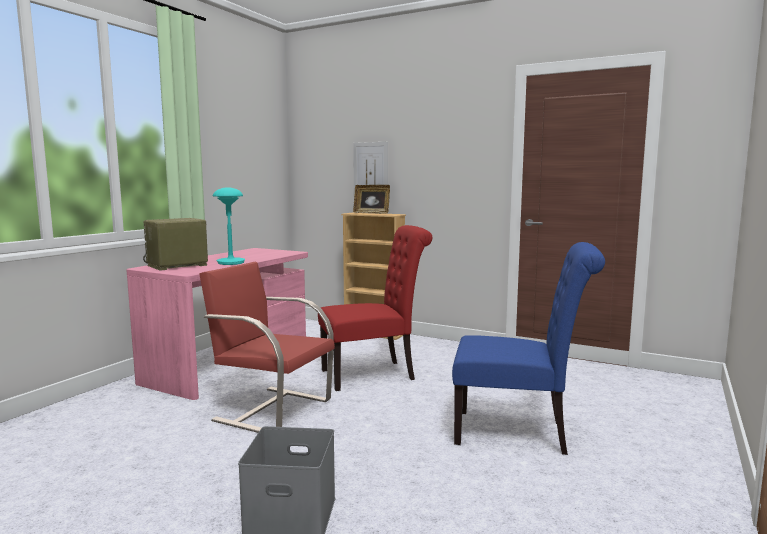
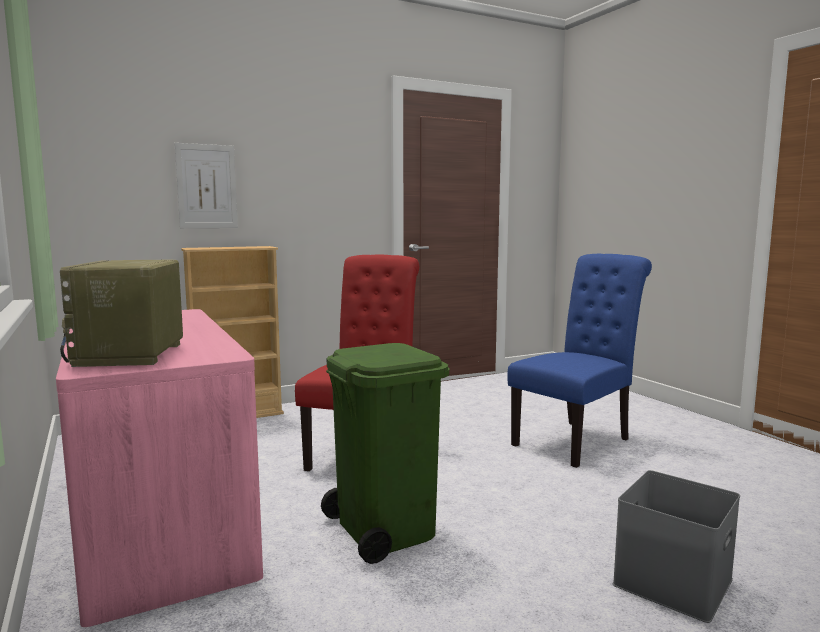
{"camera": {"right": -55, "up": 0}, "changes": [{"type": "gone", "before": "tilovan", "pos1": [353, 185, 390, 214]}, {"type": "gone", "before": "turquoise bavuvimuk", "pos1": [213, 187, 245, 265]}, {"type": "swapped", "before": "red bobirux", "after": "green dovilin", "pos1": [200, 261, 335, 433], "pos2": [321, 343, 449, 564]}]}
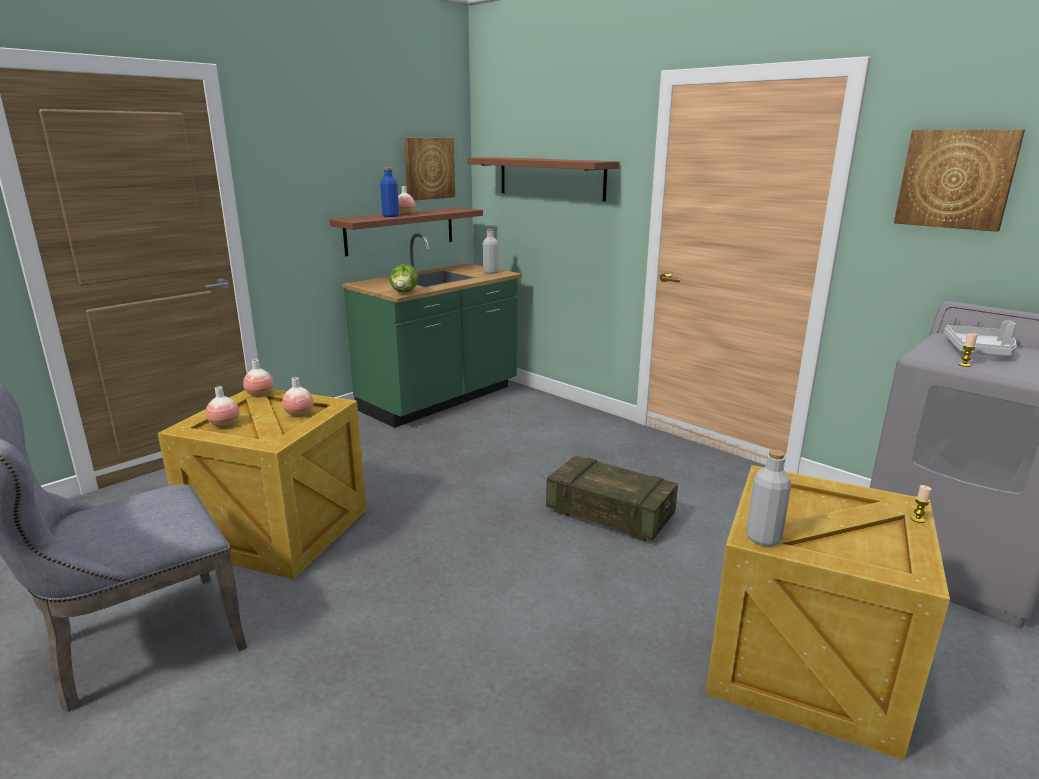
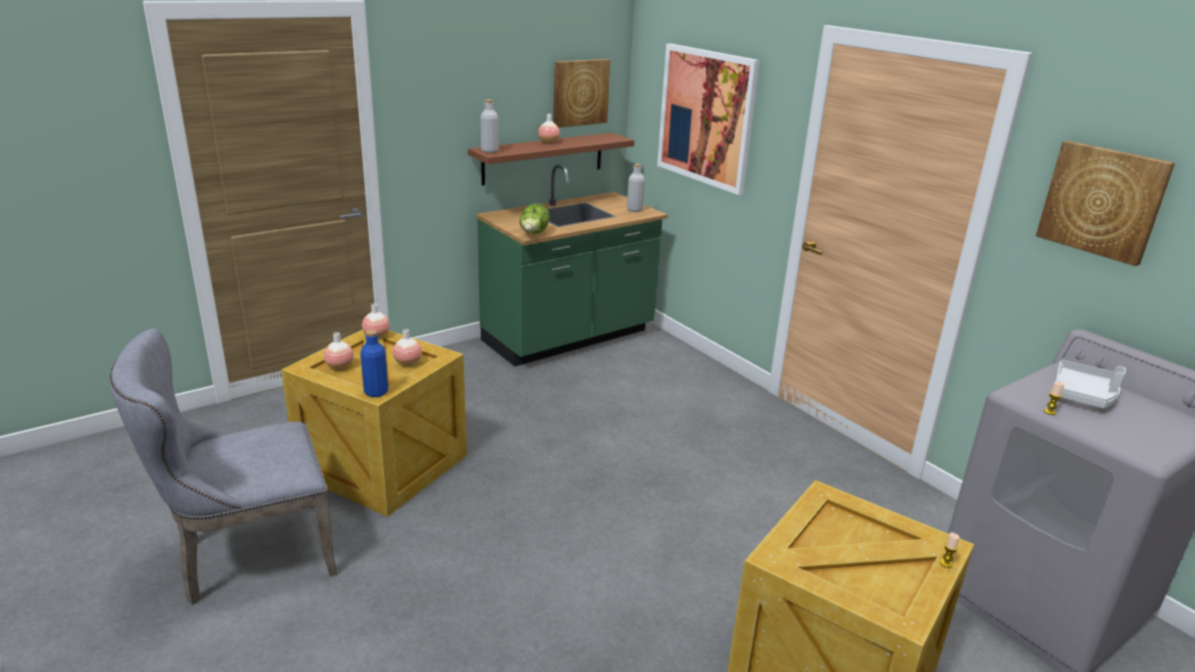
{"camera": {"right": 10, "up": 5}, "changes": [{"type": "swapped", "before": "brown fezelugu", "after": "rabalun", "pos1": [467, 157, 620, 202], "pos2": [657, 44, 760, 195]}, {"type": "shifted", "before": "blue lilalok", "pos1": [380, 168, 399, 217], "pos2": [360, 330, 388, 397]}, {"type": "shifted", "before": "grey lilalok", "pos1": [746, 449, 791, 546], "pos2": [480, 100, 499, 153]}, {"type": "gone", "before": "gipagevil", "pos1": [546, 455, 678, 541]}]}
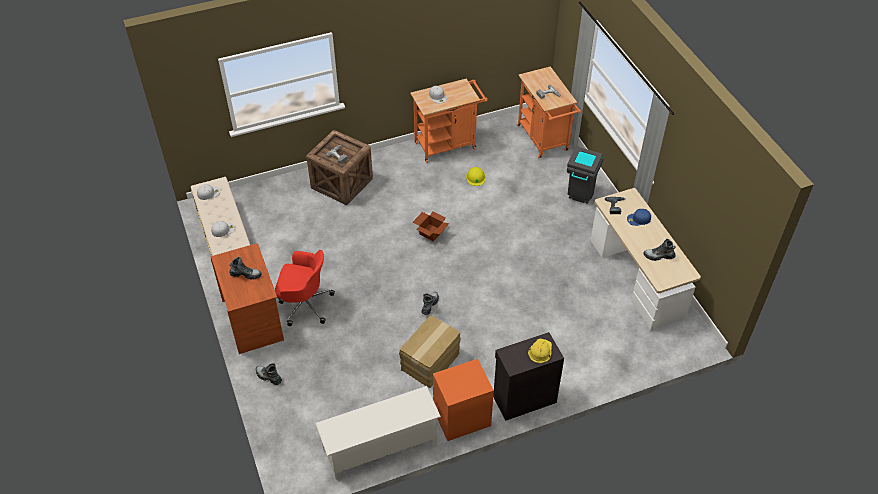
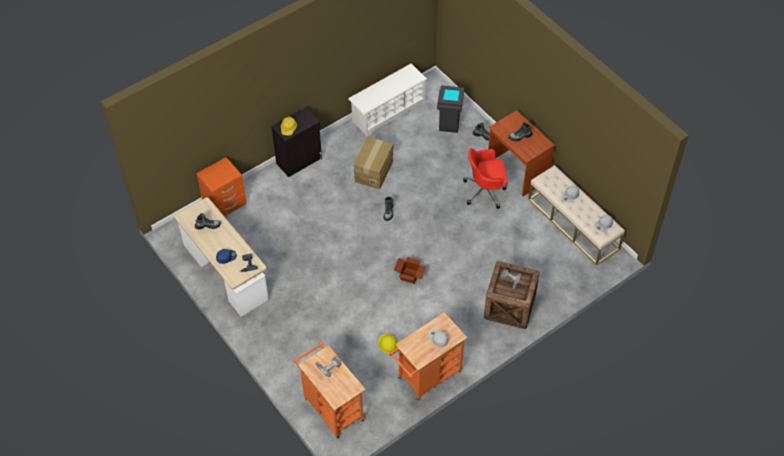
{"camera": {"right": 165, "up": 5}, "changes": [{"type": "shifted", "before": "grey dovilin", "pos1": [567, 146, 604, 204], "pos2": [437, 85, 464, 133]}, {"type": "shifted", "before": "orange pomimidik", "pos1": [433, 359, 494, 441], "pos2": [196, 157, 246, 217]}]}
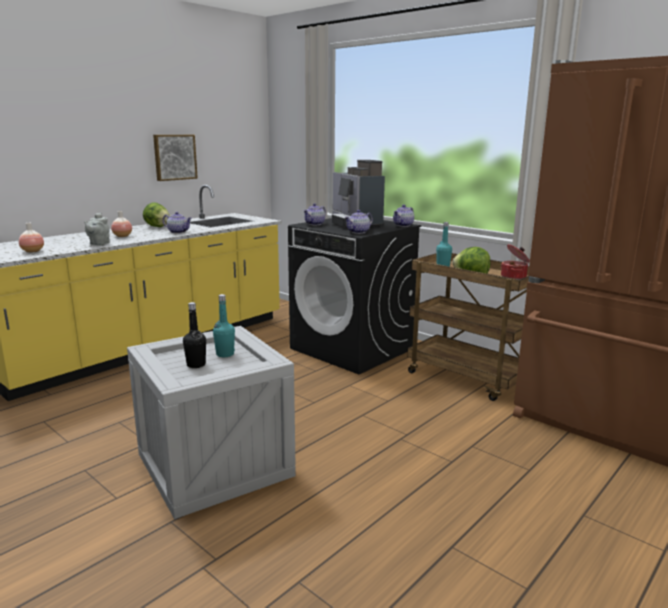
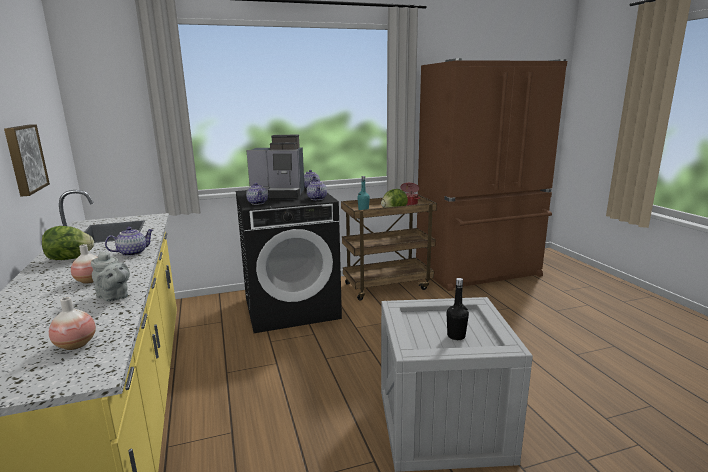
{"camera": {"right": -60, "up": 0}, "changes": [{"type": "gone", "before": "turquoise lilalok", "pos1": [213, 294, 235, 357]}]}
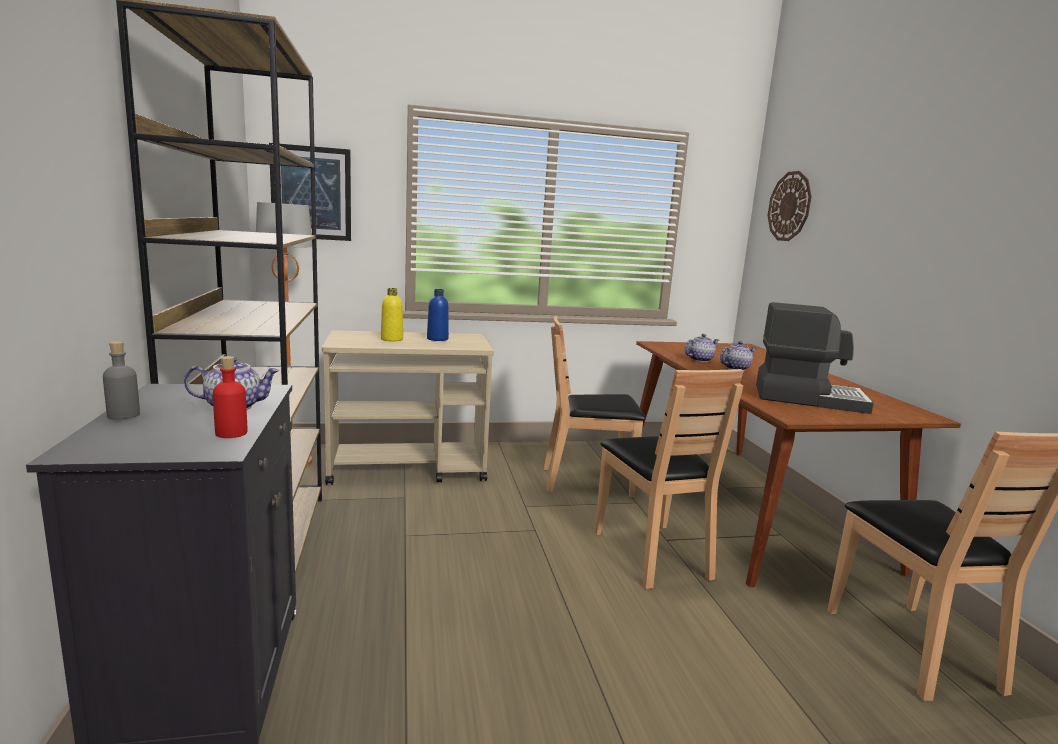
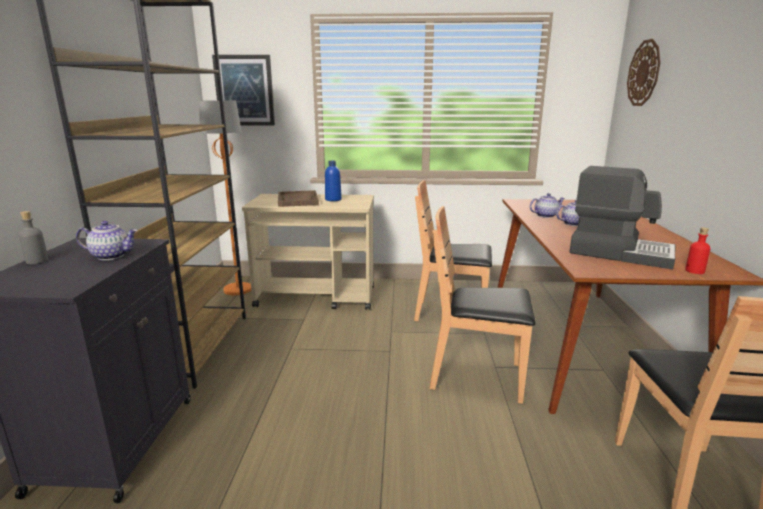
{"camera": {"right": 15, "up": 5}, "changes": [{"type": "swapped", "before": "yellow lilalok", "after": "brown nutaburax", "pos1": [381, 288, 403, 342], "pos2": [278, 190, 319, 207]}, {"type": "shifted", "before": "red lilalok", "pos1": [213, 356, 247, 438], "pos2": [685, 227, 711, 274]}, {"type": "rotated", "before": "brown bobirux", "pos1": [595, 369, 744, 589], "pos2": [430, 206, 535, 404], "turn": 105}]}
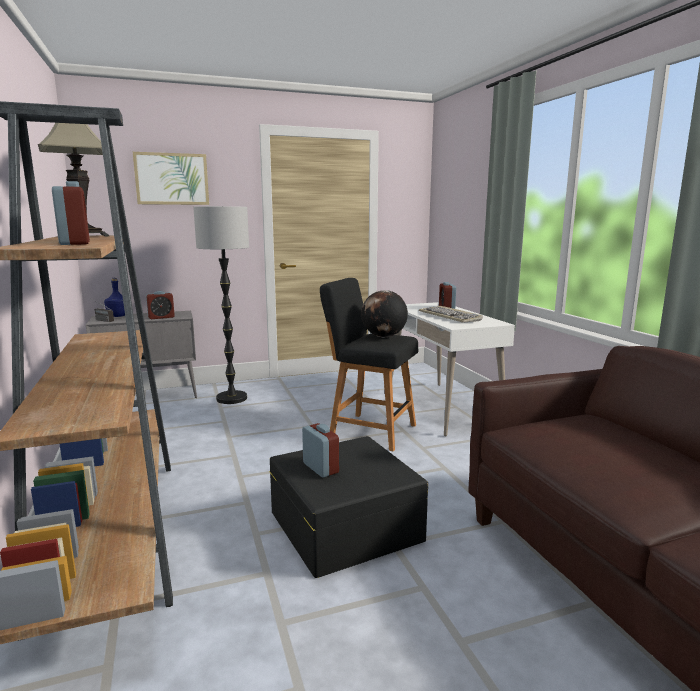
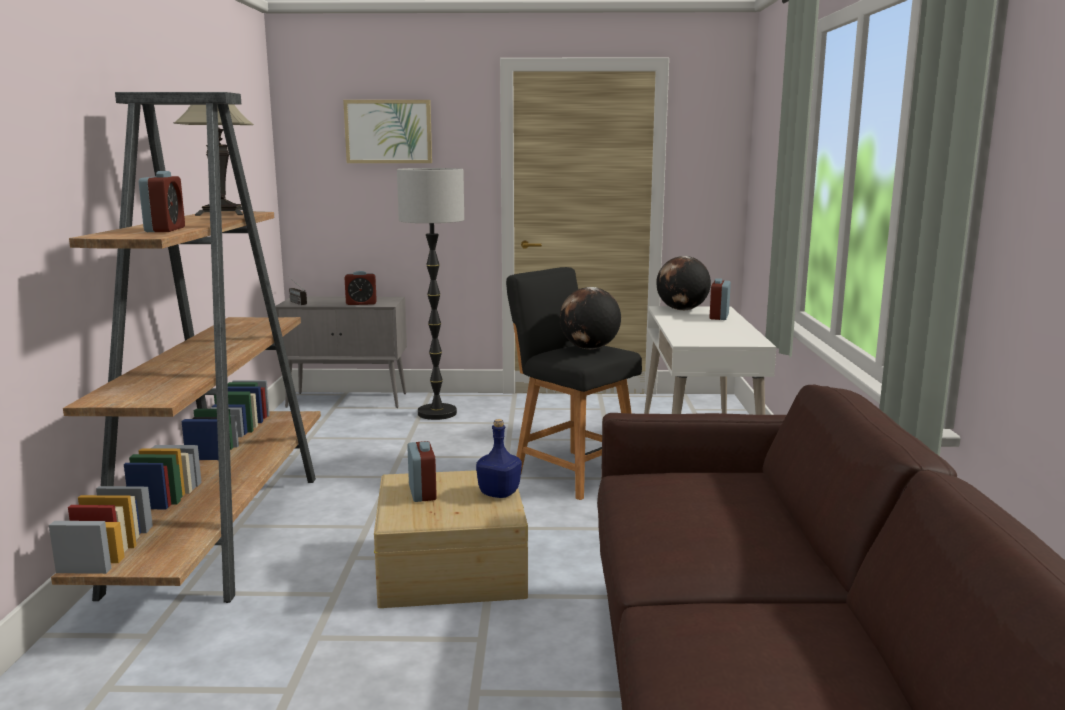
{"camera": {"right": 20, "up": 0}, "changes": [{"type": "shifted", "before": "blue lilalok", "pos1": [104, 278, 125, 317], "pos2": [476, 419, 522, 498]}, {"type": "gone", "before": "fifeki", "pos1": [419, 306, 483, 323]}, {"type": "repainted", "before": "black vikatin", "after": "beige vikatin", "pos1": [269, 436, 428, 578], "pos2": [374, 470, 528, 608]}, {"type": "new", "after": "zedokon", "pos2": [656, 256, 711, 310]}]}
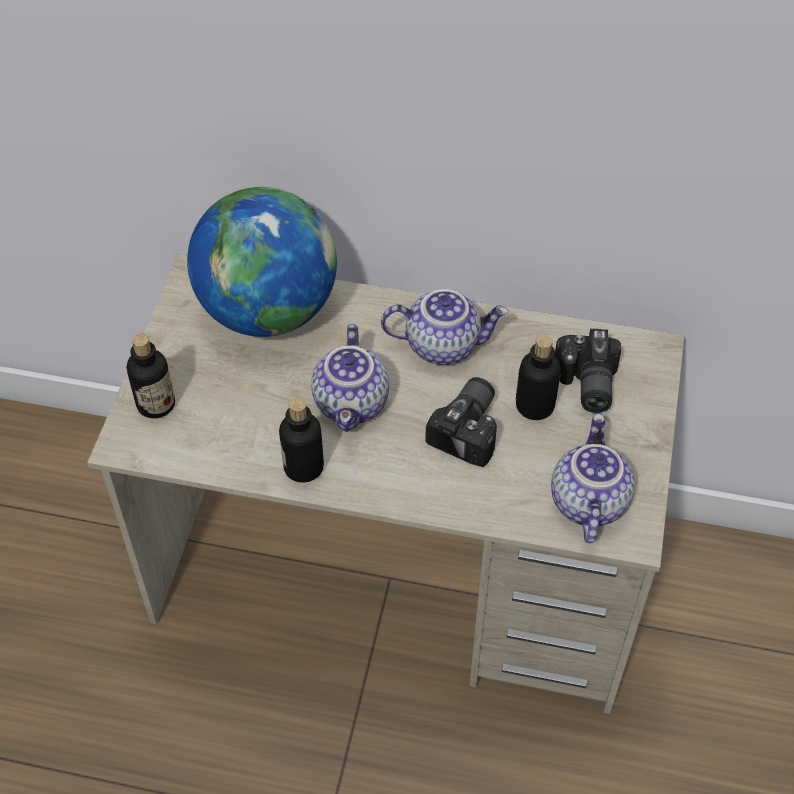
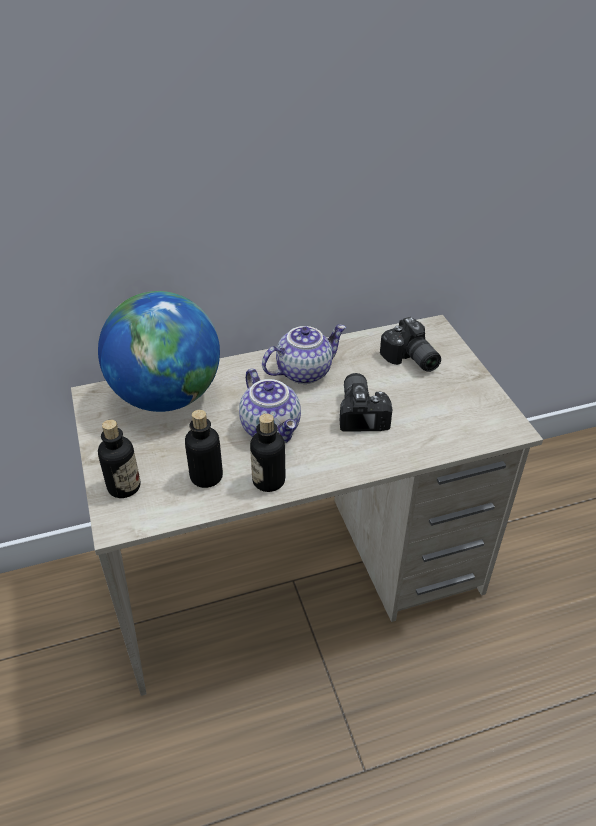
{"camera": {"right": -30, "up": -10}, "changes": [{"type": "shifted", "before": "lilalok", "pos1": [515, 335, 561, 420], "pos2": [185, 410, 223, 488]}, {"type": "gone", "before": "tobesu", "pos1": [551, 414, 635, 543]}]}
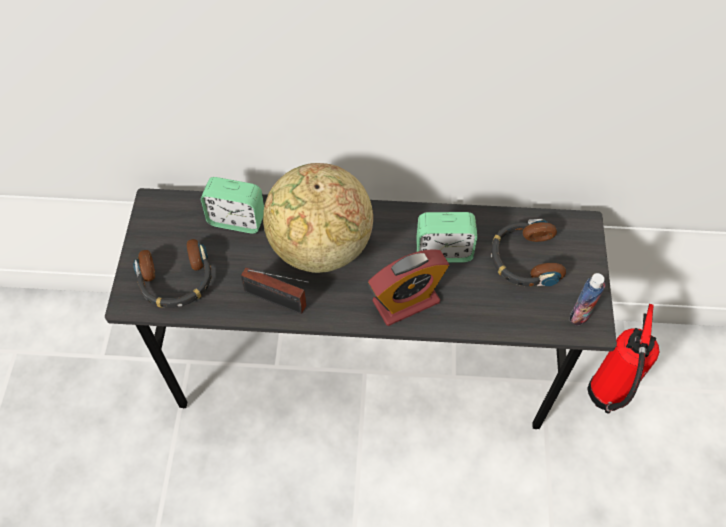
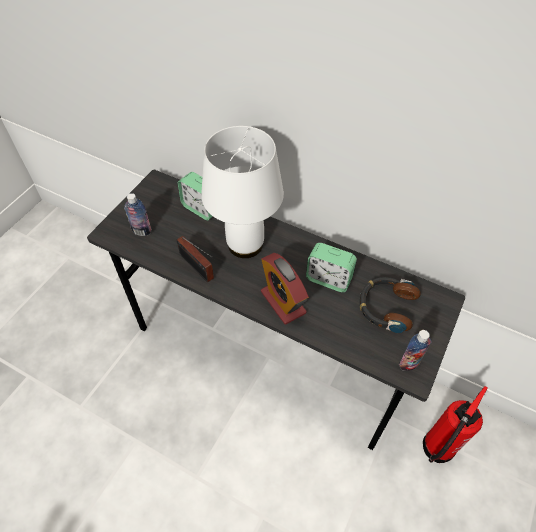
{"camera": {"right": 25, "up": -5}, "changes": [{"type": "swapped", "before": "zedokon", "after": "white bavuvimuk", "pos1": [263, 163, 373, 273], "pos2": [201, 126, 284, 258]}, {"type": "swapped", "before": "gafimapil", "after": "lilalok", "pos1": [133, 239, 211, 308], "pos2": [124, 193, 152, 236]}, {"type": "rotated", "before": "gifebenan", "pos1": [368, 249, 449, 326], "pos2": [261, 253, 309, 324], "turn": 60}]}
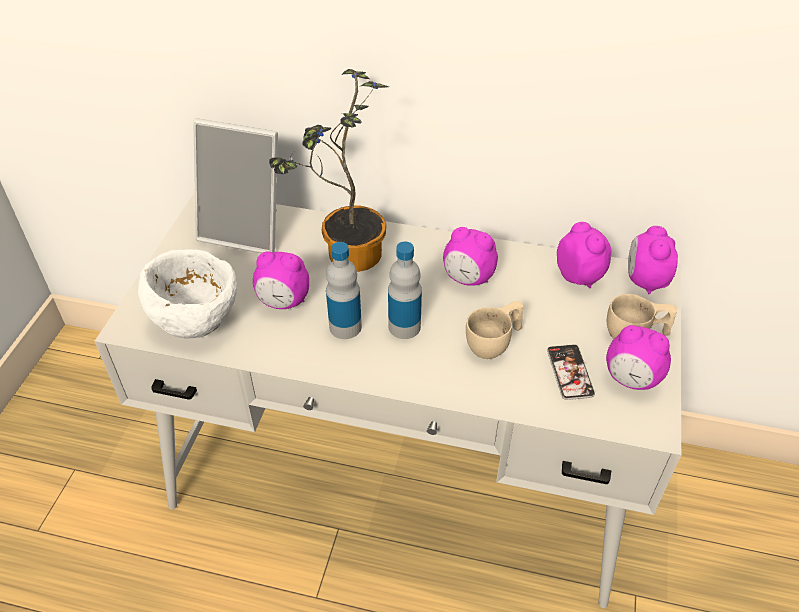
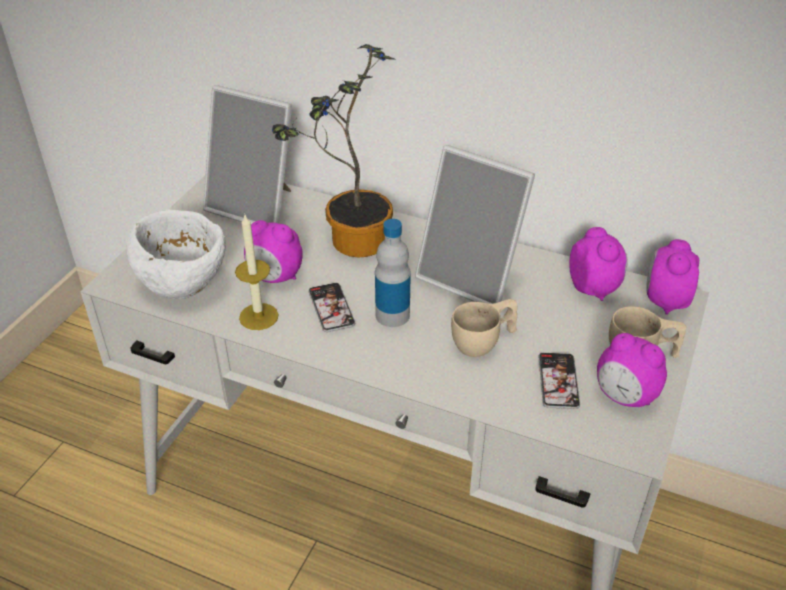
{"camera": {"right": 10, "up": -5}, "changes": [{"type": "swapped", "before": "gifebenan", "after": "tilovan", "pos1": [443, 227, 498, 286], "pos2": [415, 145, 535, 304]}, {"type": "swapped", "before": "lilalok", "after": "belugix", "pos1": [326, 242, 362, 339], "pos2": [309, 283, 355, 332]}, {"type": "new", "after": "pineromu", "pos2": [235, 215, 279, 330]}]}
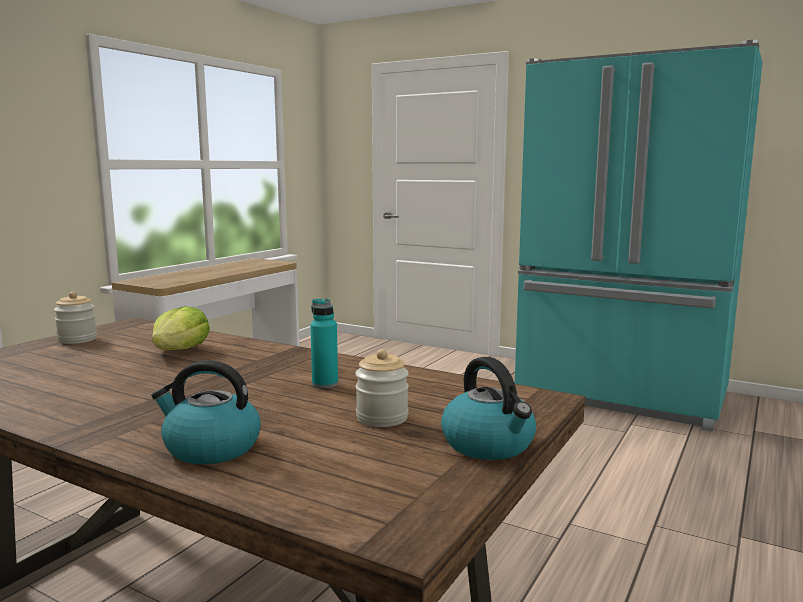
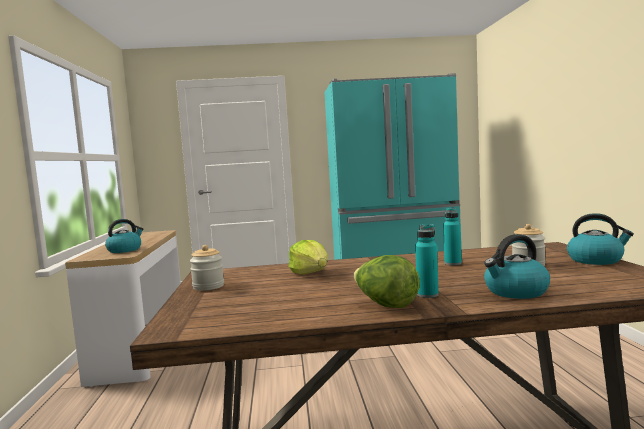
{"camera": {"right": -35, "up": -5}, "changes": [{"type": "new", "after": "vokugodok", "pos2": [105, 219, 144, 253]}, {"type": "new", "after": "turquoise lilalok", "pos2": [415, 224, 439, 298]}, {"type": "new", "after": "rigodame", "pos2": [353, 255, 420, 308]}]}
